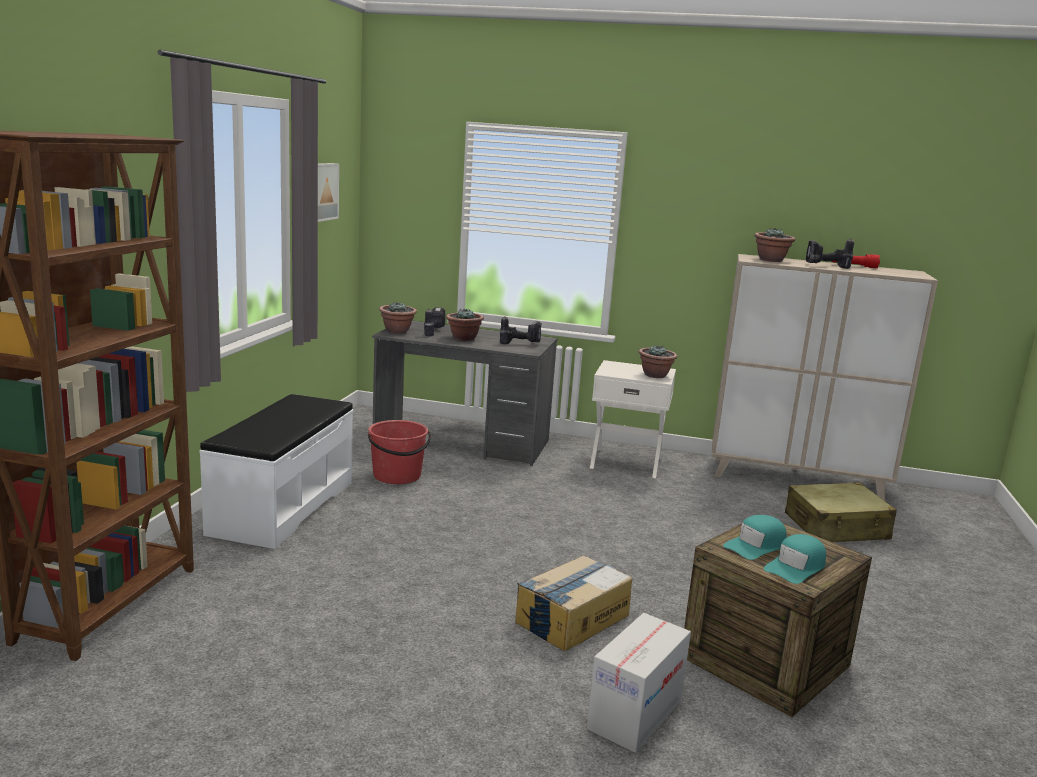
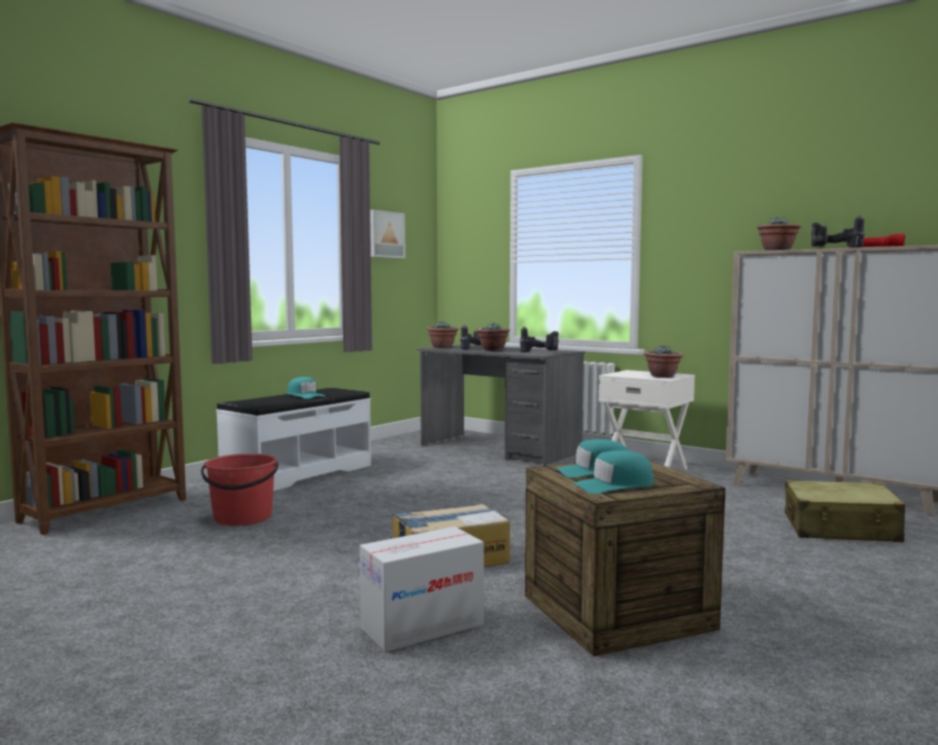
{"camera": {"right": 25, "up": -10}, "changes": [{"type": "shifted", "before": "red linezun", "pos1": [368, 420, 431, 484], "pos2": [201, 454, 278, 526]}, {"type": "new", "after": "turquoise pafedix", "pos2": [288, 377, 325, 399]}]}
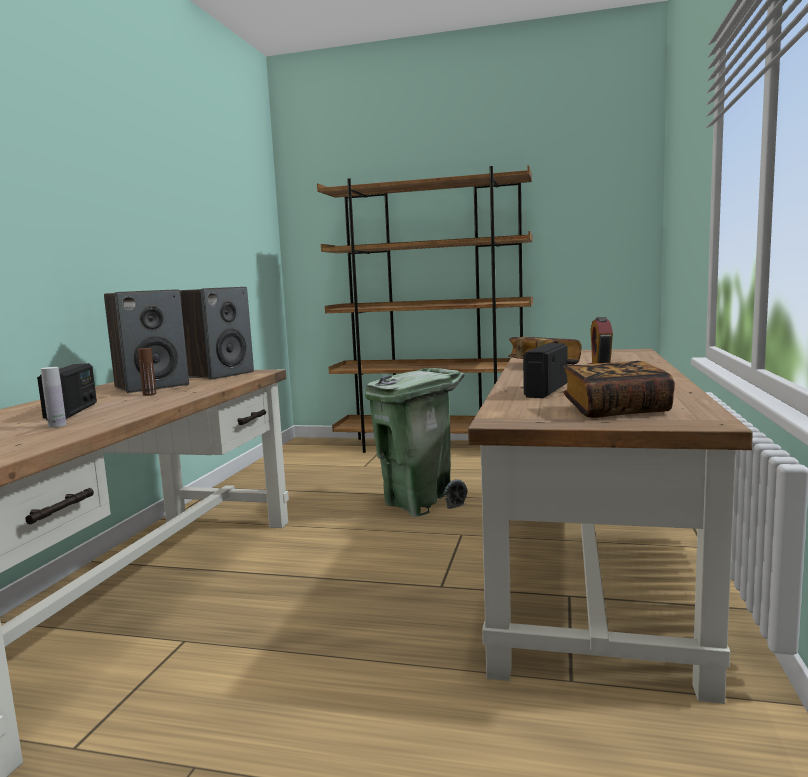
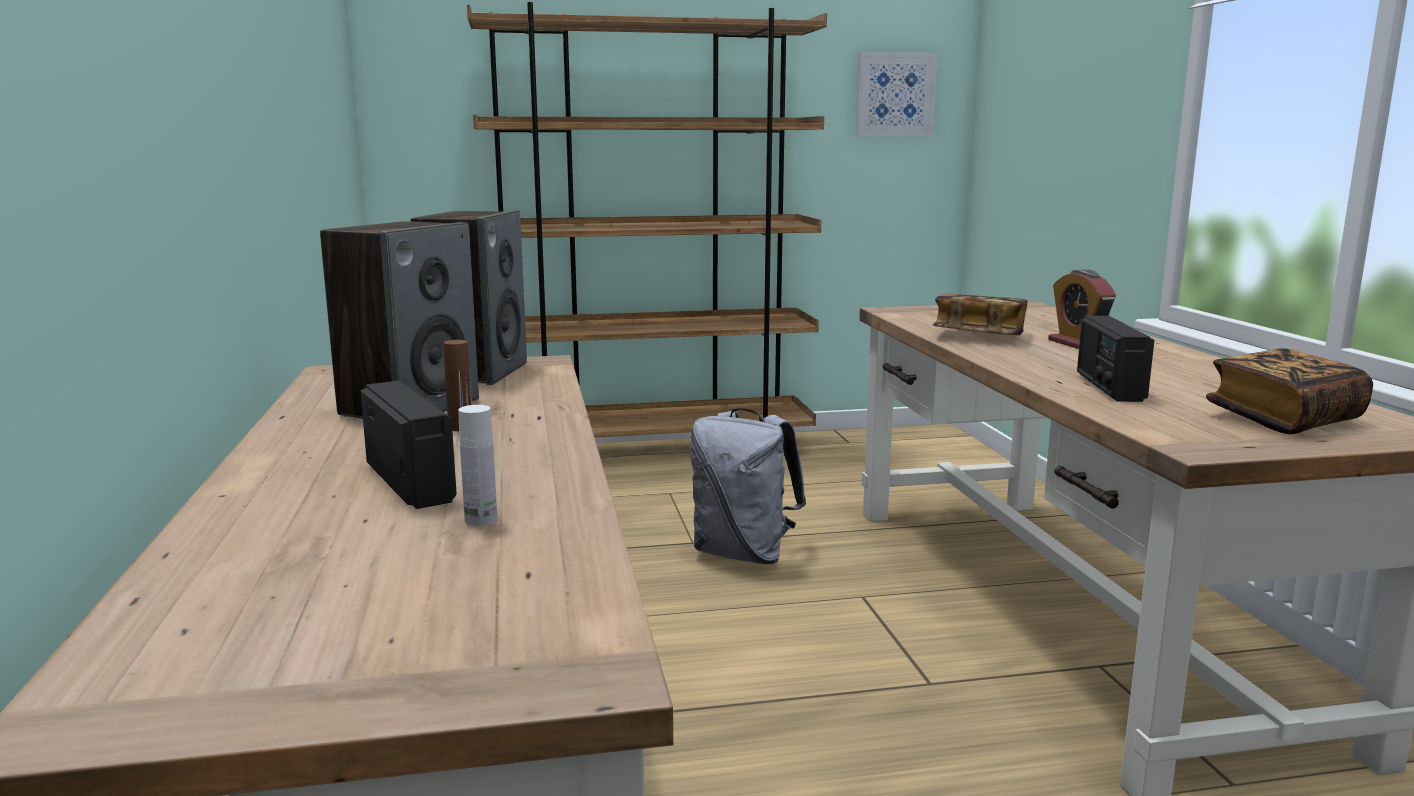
{"camera": {"right": -25, "up": 5}, "changes": [{"type": "swapped", "before": "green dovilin", "after": "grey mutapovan", "pos1": [365, 368, 468, 517], "pos2": [690, 408, 806, 564]}, {"type": "new", "after": "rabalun", "pos2": [855, 51, 938, 136]}]}
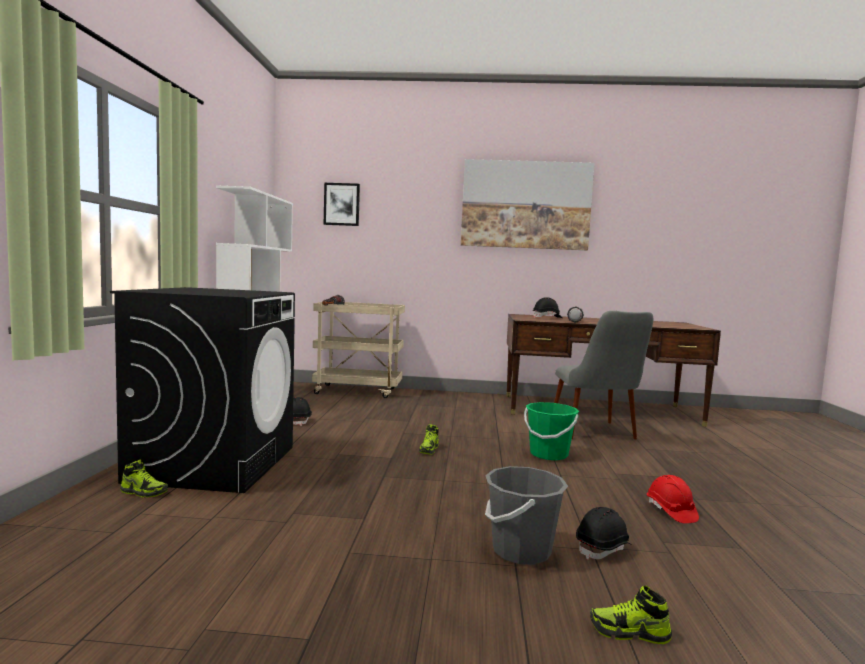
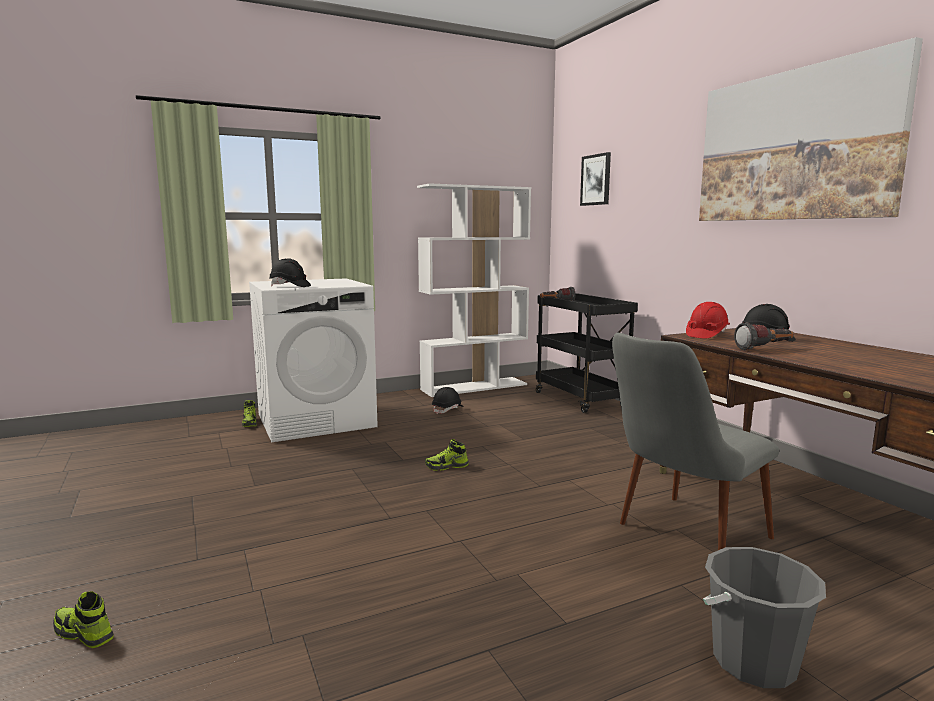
{"camera": {"right": 60, "up": 5}, "changes": [{"type": "repainted", "before": "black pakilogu", "after": "white pakilogu", "pos1": [110, 287, 295, 493], "pos2": [249, 278, 378, 442]}, {"type": "repainted", "before": "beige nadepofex", "after": "black nadepofex", "pos1": [312, 302, 405, 398], "pos2": [536, 293, 638, 413]}, {"type": "gone", "before": "green linezun", "pos1": [524, 402, 579, 460]}, {"type": "shifted", "before": "grey linezun", "pos1": [485, 466, 568, 565], "pos2": [703, 547, 826, 688]}, {"type": "shifted", "before": "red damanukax", "pos1": [647, 475, 699, 523], "pos2": [686, 302, 730, 338]}, {"type": "shifted", "before": "black damanukax", "pos1": [576, 507, 632, 560], "pos2": [269, 258, 311, 287]}, {"type": "rotated", "before": "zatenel", "pos1": [590, 586, 672, 644], "pos2": [53, 591, 114, 648], "turn": -45}]}
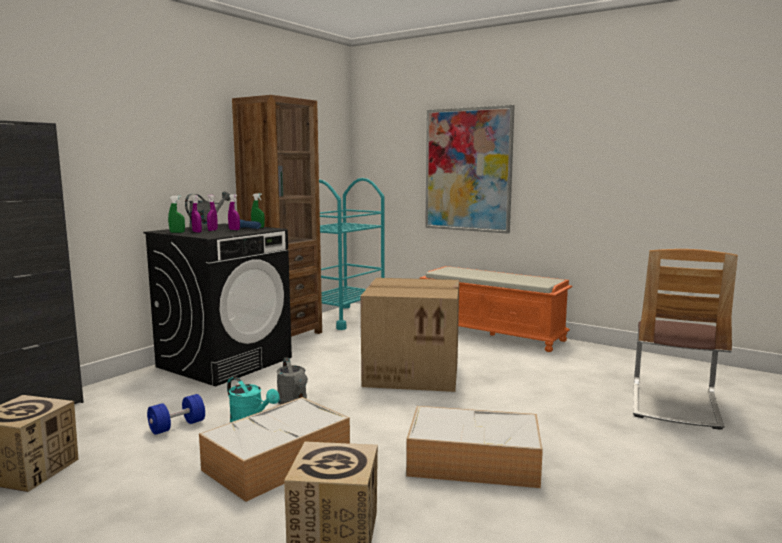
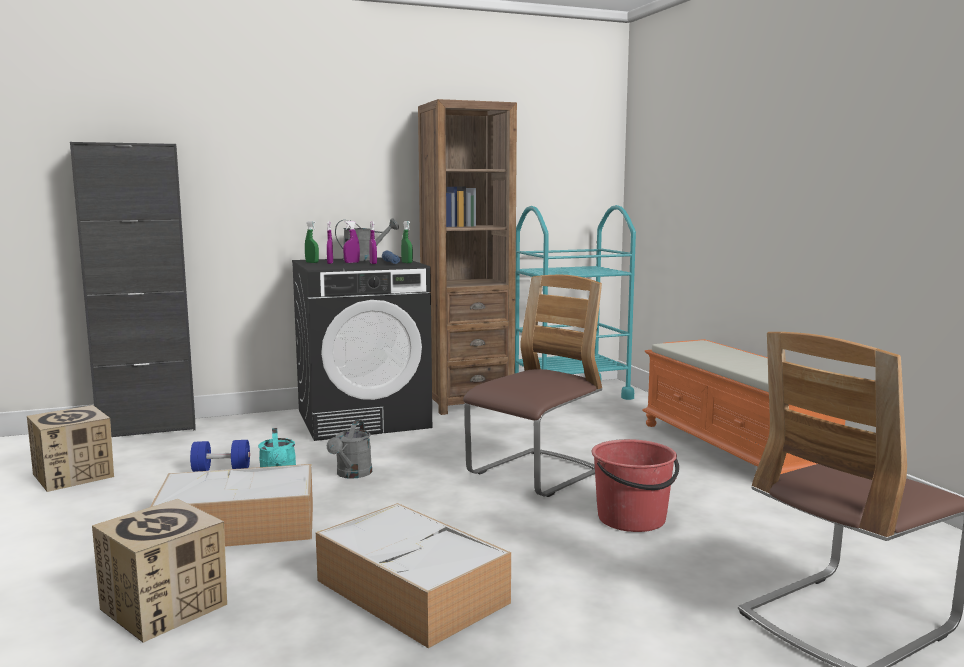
{"camera": {"right": 35, "up": 0}, "changes": [{"type": "gone", "before": "rabalun", "pos1": [425, 105, 515, 234]}, {"type": "swapped", "before": "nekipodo", "after": "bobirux", "pos1": [361, 278, 459, 392], "pos2": [463, 275, 602, 497]}, {"type": "new", "after": "red linezun", "pos2": [592, 439, 679, 532]}]}
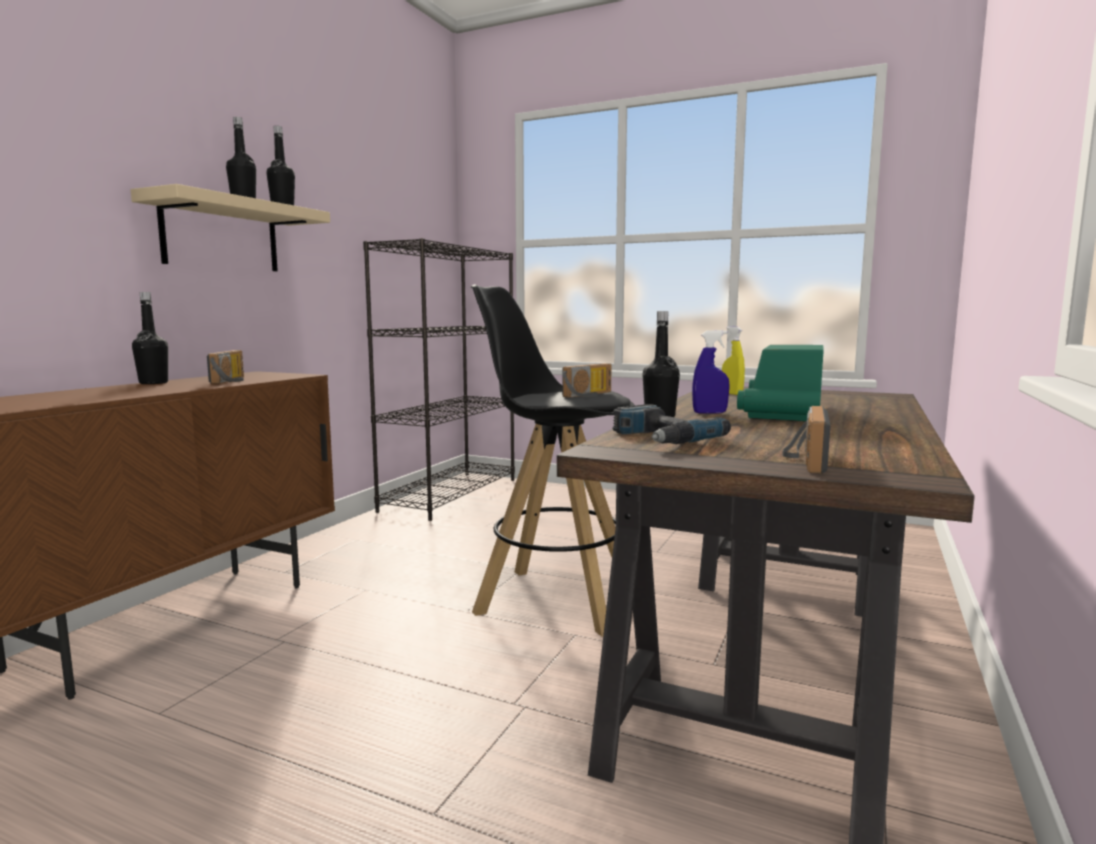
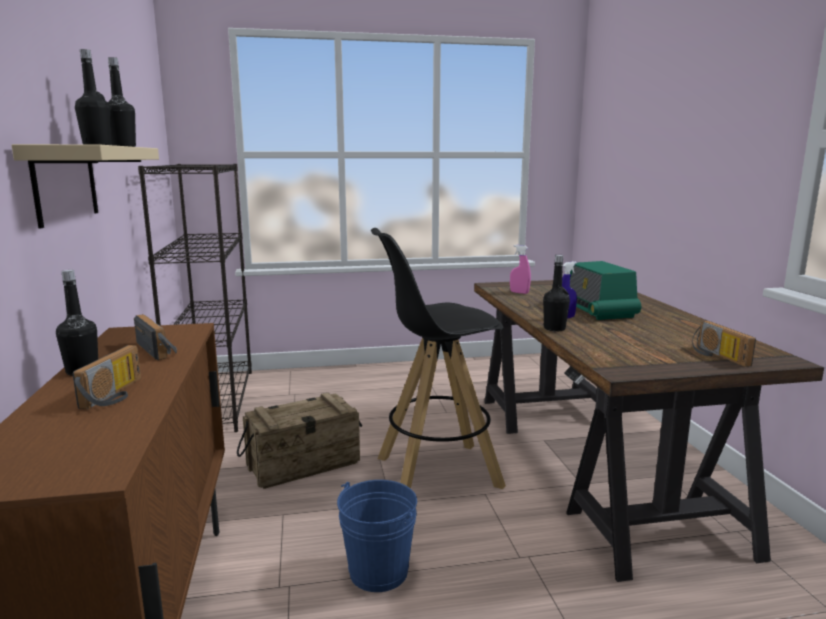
{"camera": {"right": -35, "up": 5}, "changes": [{"type": "repainted", "before": "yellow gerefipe", "after": "pink gerefipe", "pos1": [722, 326, 745, 395], "pos2": [510, 245, 531, 294]}, {"type": "shifted", "before": "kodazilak", "pos1": [562, 363, 612, 398], "pos2": [72, 345, 141, 410]}, {"type": "gone", "before": "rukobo", "pos1": [612, 404, 731, 444]}, {"type": "new", "after": "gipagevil", "pos2": [237, 393, 362, 489]}, {"type": "new", "after": "blue linezun", "pos2": [337, 480, 417, 592]}]}
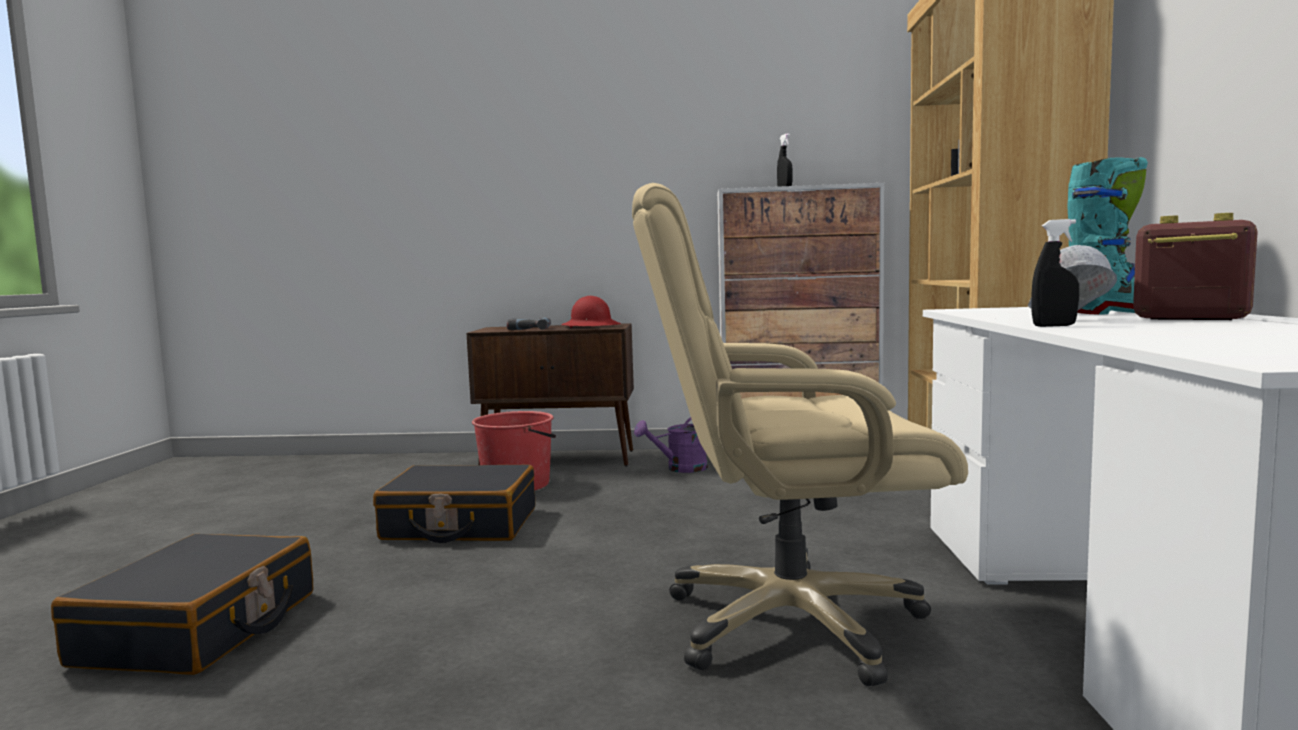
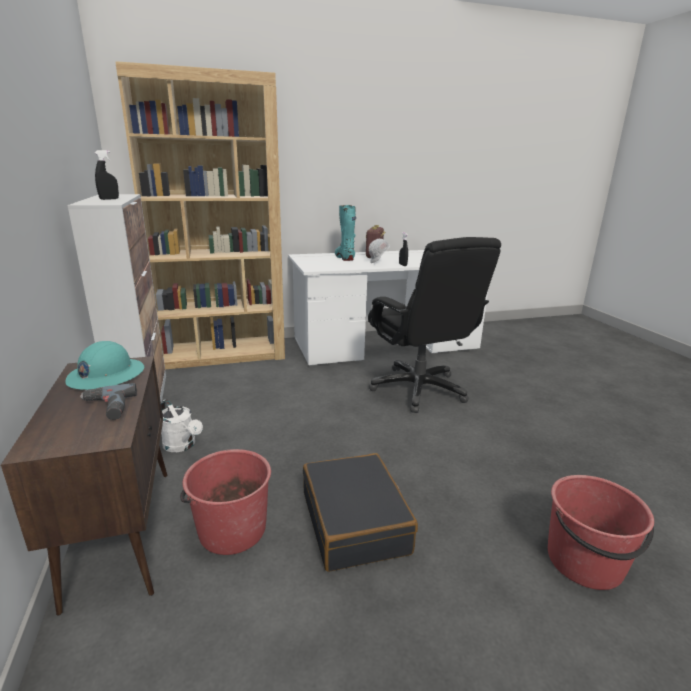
{"camera": {"right": -110, "up": 15}, "changes": [{"type": "repainted", "before": "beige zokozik", "after": "black zokozik", "pos1": [632, 183, 968, 686], "pos2": [368, 237, 501, 413]}, {"type": "repainted", "before": "red damanukax", "after": "turquoise damanukax", "pos1": [561, 296, 621, 328], "pos2": [65, 341, 144, 390]}, {"type": "repainted", "before": "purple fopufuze", "after": "white fopufuze", "pos1": [634, 417, 708, 473], "pos2": [161, 399, 203, 452]}, {"type": "swapped", "before": "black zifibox", "after": "red linezun", "pos1": [51, 534, 313, 675], "pos2": [548, 475, 654, 590]}]}
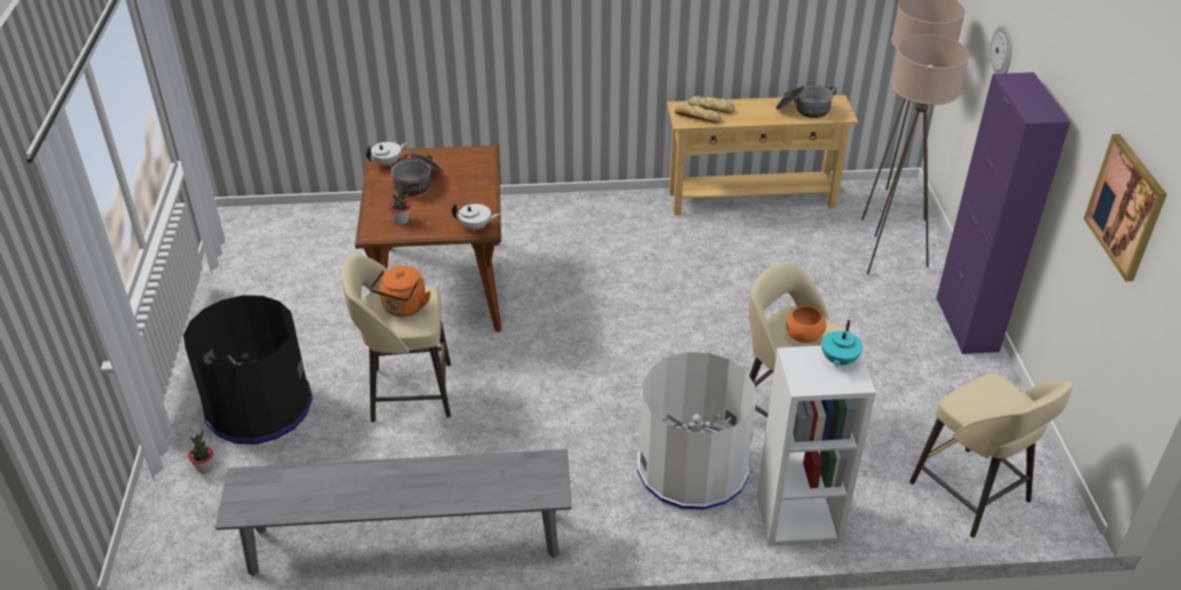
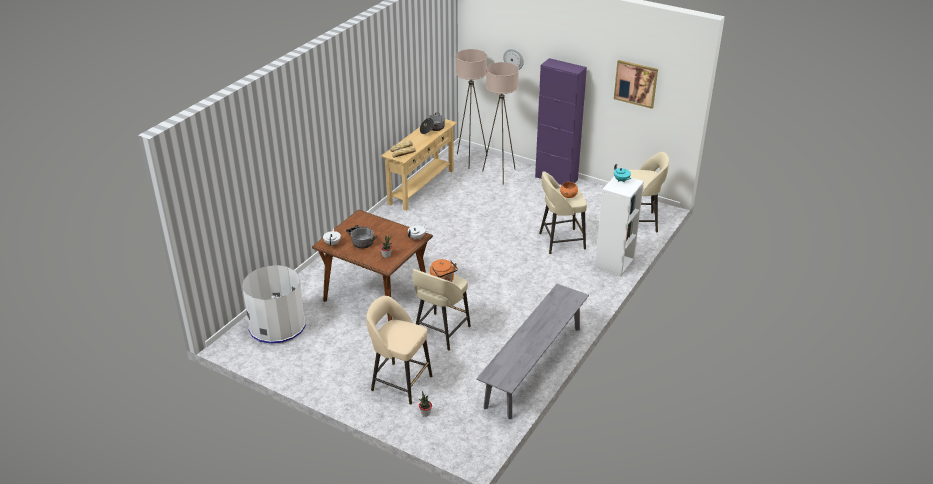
{"camera": {"right": -55, "up": -5}, "changes": [{"type": "swapped", "before": "black dovilin", "after": "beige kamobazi", "pos1": [183, 295, 313, 444], "pos2": [367, 296, 432, 405]}, {"type": "shifted", "before": "white dovilin", "pos1": [637, 352, 756, 511], "pos2": [242, 265, 306, 345]}]}
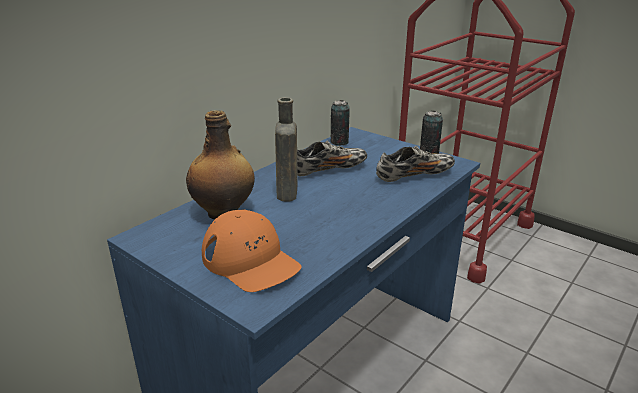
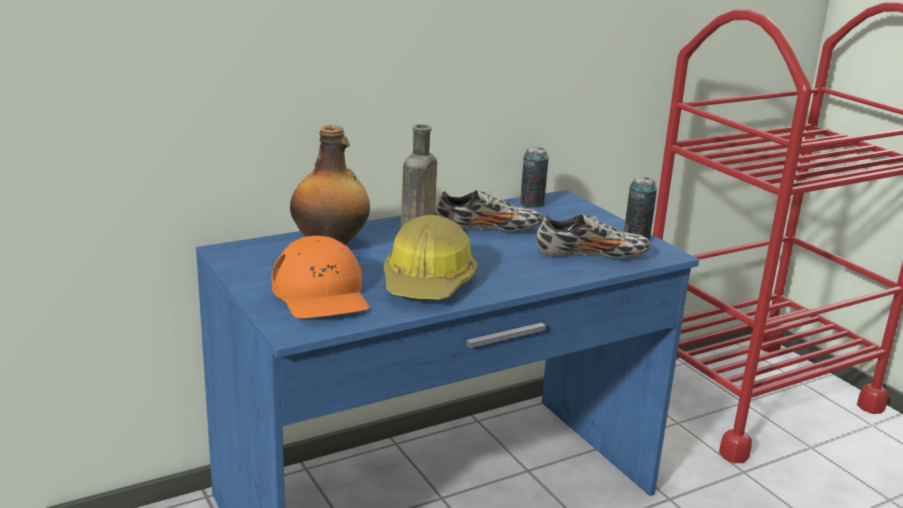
{"camera": {"right": 20, "up": -5}, "changes": [{"type": "new", "after": "damanukax", "pos2": [384, 215, 477, 300]}]}
